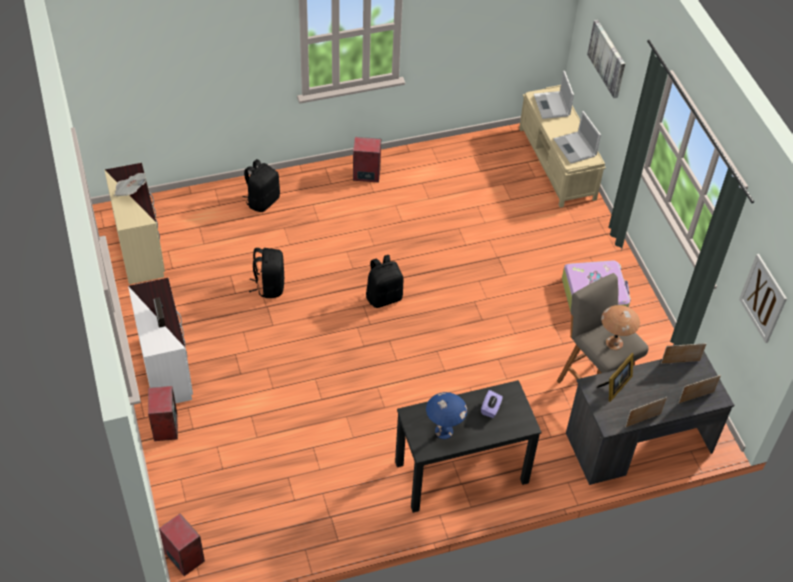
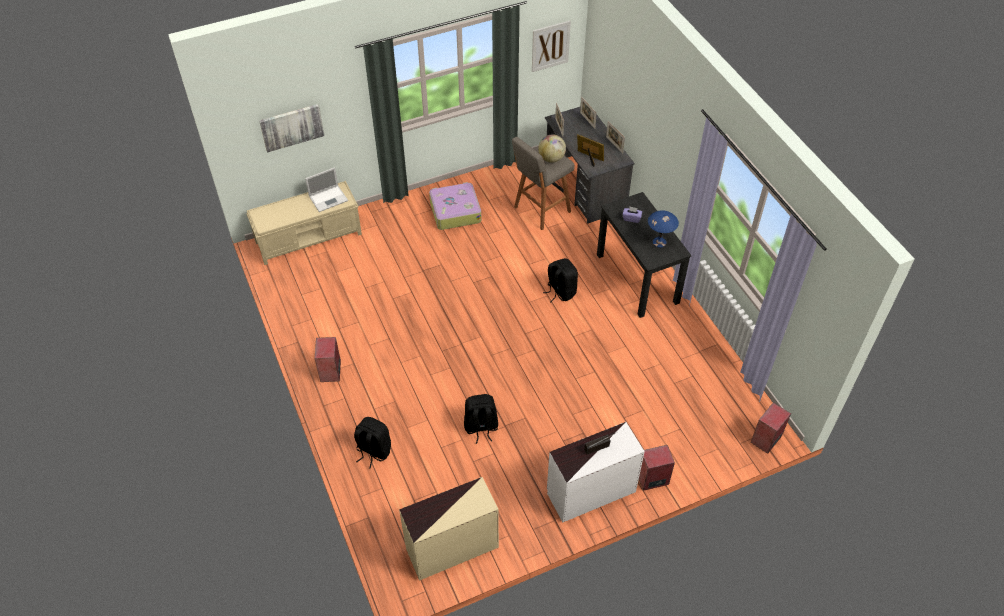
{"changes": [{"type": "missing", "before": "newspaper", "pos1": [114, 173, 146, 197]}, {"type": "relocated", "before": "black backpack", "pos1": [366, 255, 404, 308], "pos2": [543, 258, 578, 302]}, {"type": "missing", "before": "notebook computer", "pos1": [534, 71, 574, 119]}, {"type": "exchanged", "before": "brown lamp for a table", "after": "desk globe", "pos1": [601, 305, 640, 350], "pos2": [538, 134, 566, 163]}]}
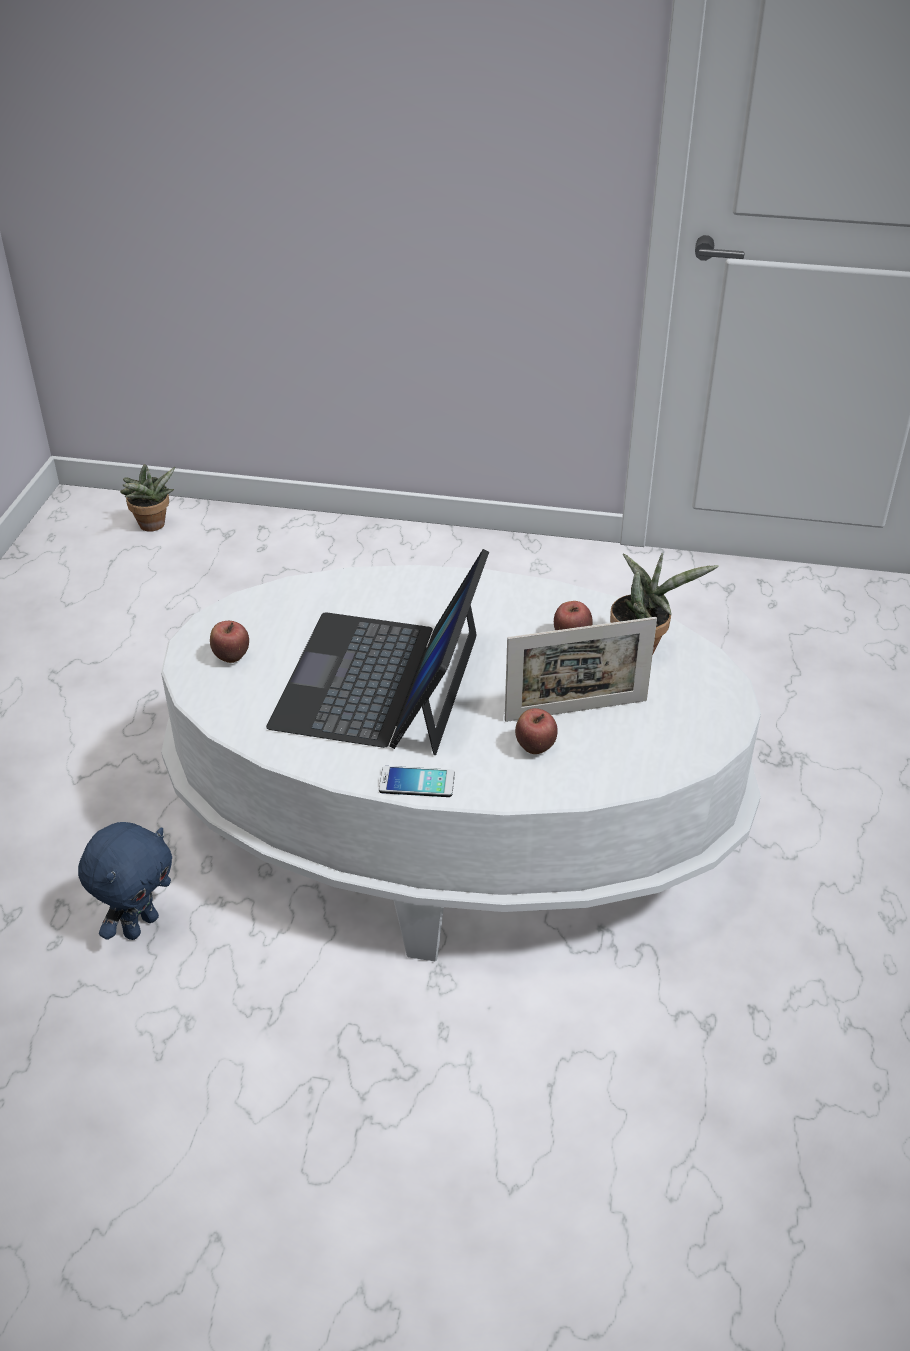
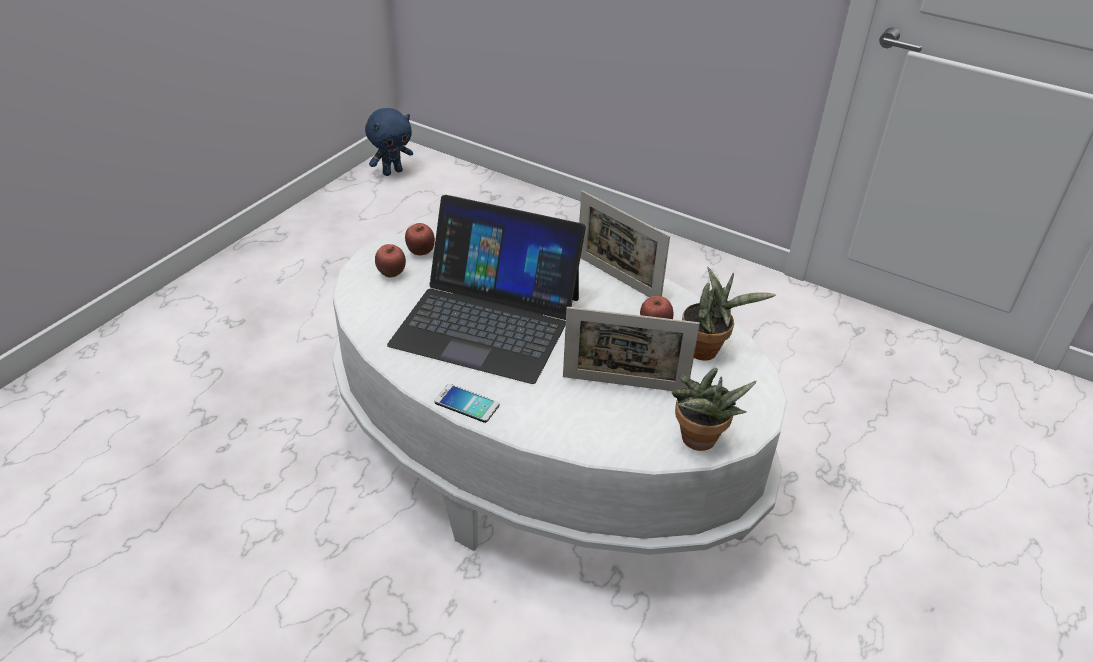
{"changes": [{"type": "relocated", "before": "blue soft toy", "pos1": [78, 822, 172, 940], "pos2": [365, 108, 413, 176]}, {"type": "relocated", "before": "plant in a pot", "pos1": [120, 464, 175, 532], "pos2": [671, 368, 756, 451]}, {"type": "spun", "before": "notebook computer", "pos1": [266, 549, 489, 755], "pos2": [387, 195, 586, 384], "turn": -105}, {"type": "relocated", "before": "whole apple", "pos1": [515, 708, 558, 754], "pos2": [405, 223, 435, 256]}, {"type": "appeared", "after": "picture frame", "pos2": [579, 190, 670, 297]}]}
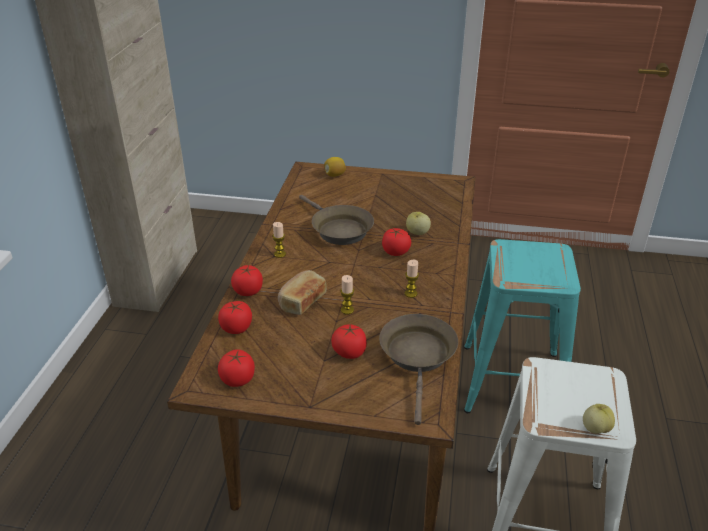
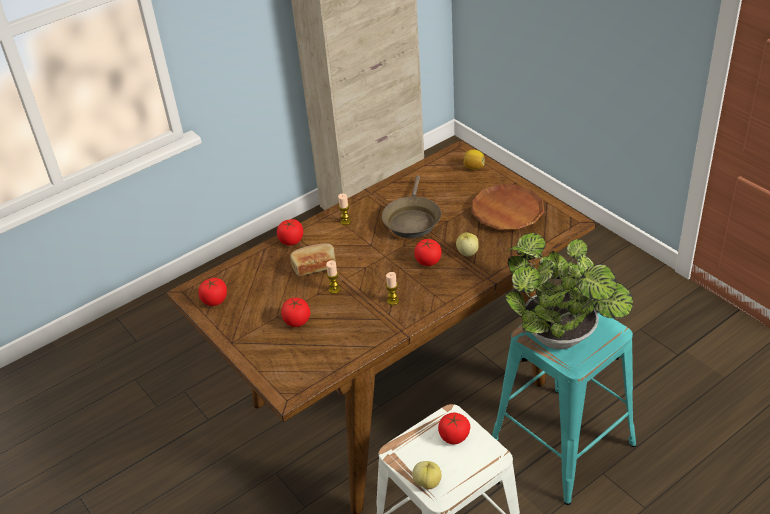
{"changes": [{"type": "relocated", "before": "tomato", "pos1": [218, 301, 252, 334], "pos2": [438, 413, 470, 444]}, {"type": "missing", "before": "brown frying pan", "pos1": [379, 314, 458, 425]}, {"type": "appeared", "after": "brown flat dish", "pos2": [471, 184, 544, 230]}, {"type": "appeared", "after": "plant in a pot", "pos2": [505, 233, 633, 349]}]}
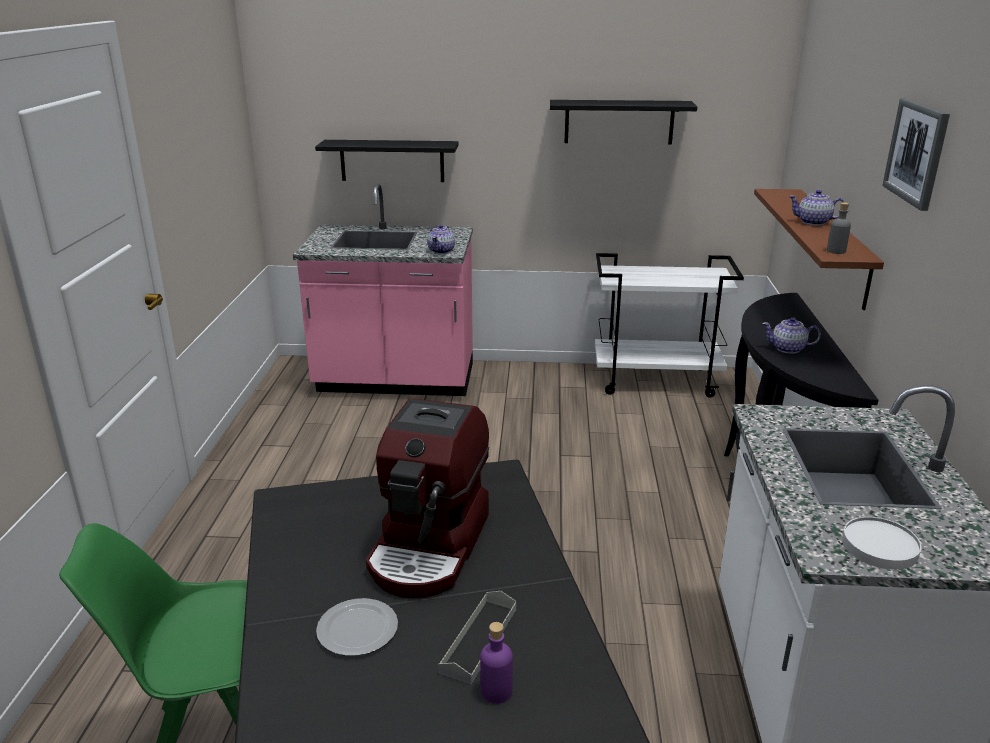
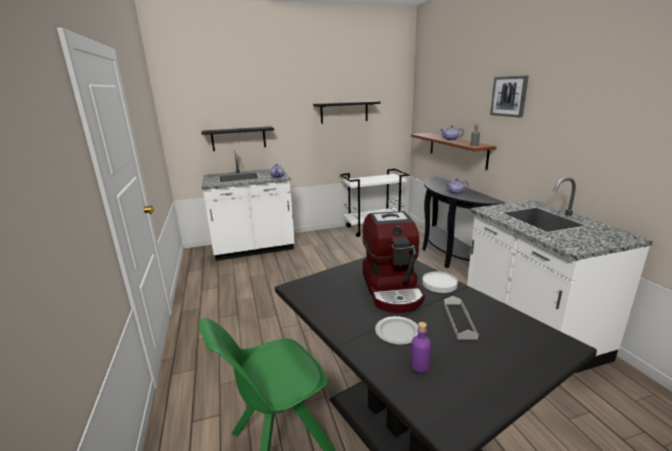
{"changes": [{"type": "colour", "before": "pink-coloured counter", "after": "white counter", "pos1": [293, 184, 473, 396], "pos2": [202, 150, 295, 261]}, {"type": "relocated", "before": "purple bottle", "pos1": [480, 622, 513, 704], "pos2": [411, 322, 431, 372]}, {"type": "relocated", "before": "white flat dish", "pos1": [842, 517, 921, 570], "pos2": [422, 272, 458, 293]}]}
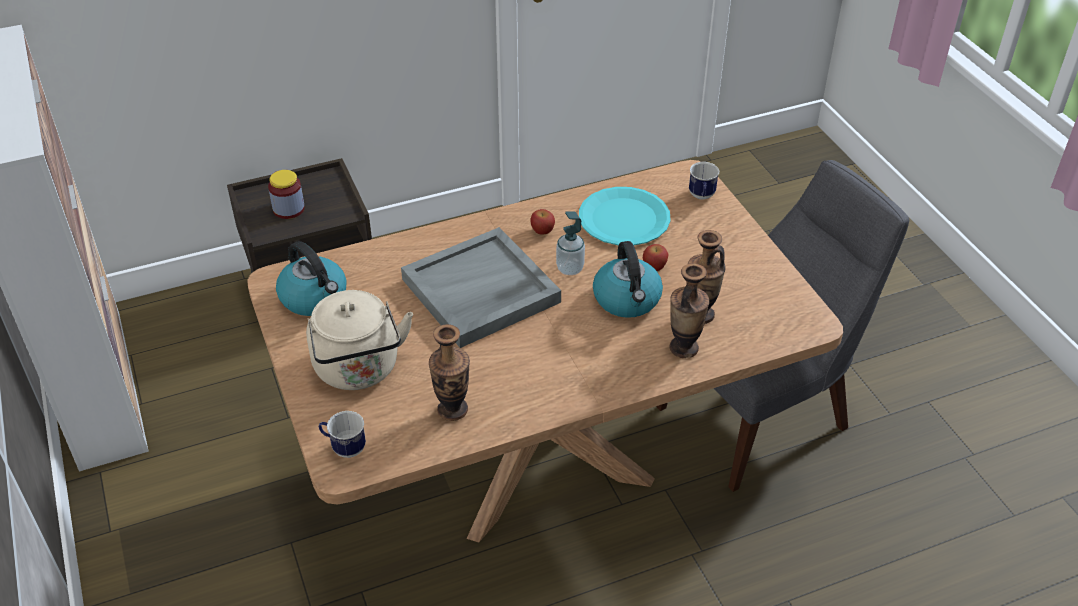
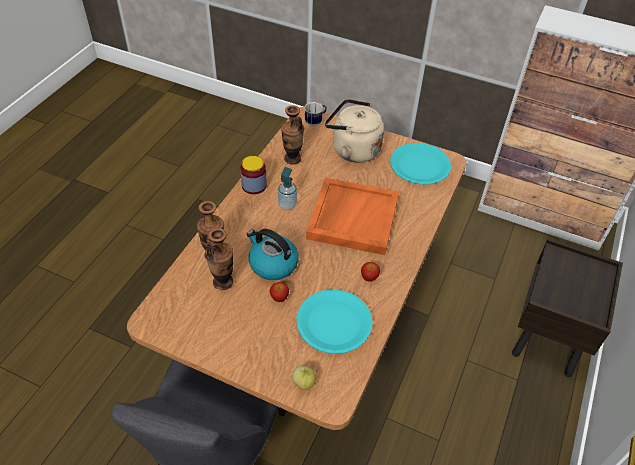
{"changes": [{"type": "relocated", "before": "storage jar", "pos1": [268, 170, 305, 219], "pos2": [240, 156, 267, 194]}, {"type": "exchanged", "before": "kettle", "after": "turquoise-coloured flat dish", "pos1": [276, 241, 346, 316], "pos2": [390, 143, 451, 185]}, {"type": "colour", "before": "greyish tray", "after": "orangey tray", "pos1": [401, 227, 561, 348], "pos2": [306, 178, 399, 255]}, {"type": "relocated", "before": "soap bottle", "pos1": [556, 211, 585, 275], "pos2": [278, 167, 297, 210]}, {"type": "exchanged", "before": "coffee mug", "after": "whole apple", "pos1": [689, 162, 719, 199], "pos2": [292, 366, 316, 390]}]}
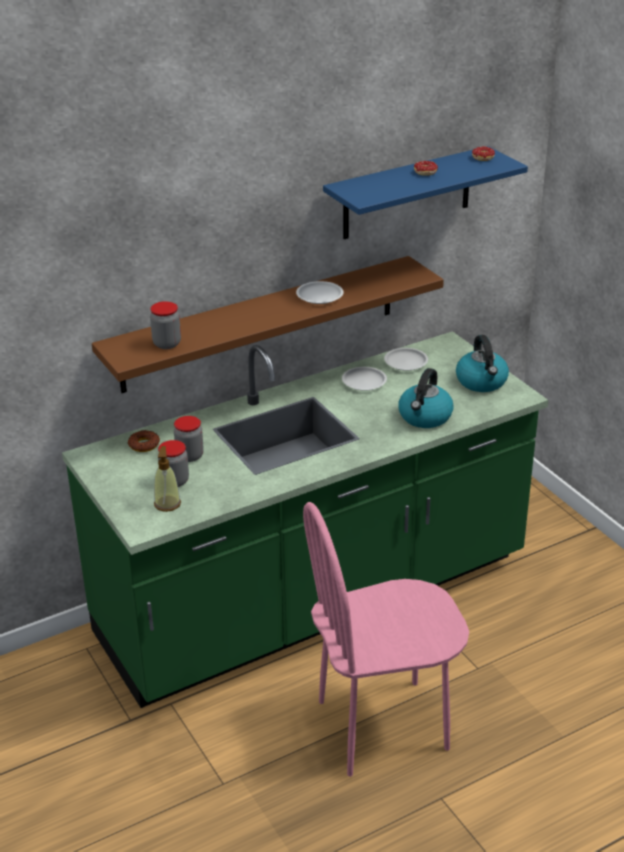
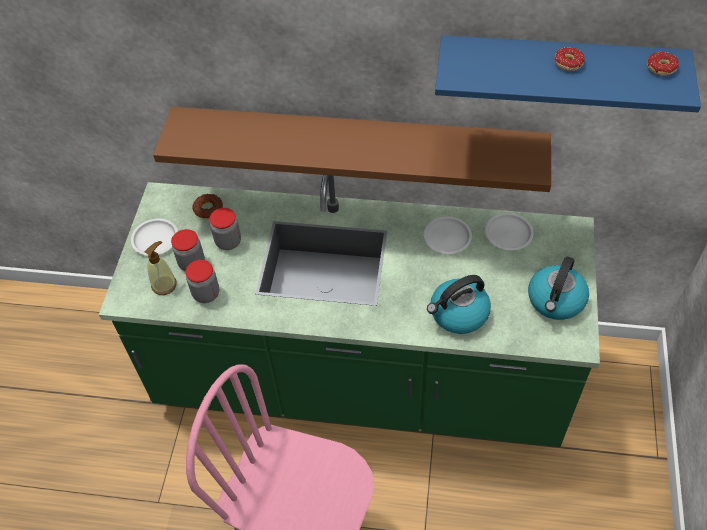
{"changes": [{"type": "relocated", "before": "storage jar", "pos1": [150, 301, 181, 349], "pos2": [185, 260, 219, 303]}, {"type": "relocated", "before": "white flat dish", "pos1": [296, 281, 344, 304], "pos2": [131, 219, 178, 256]}]}
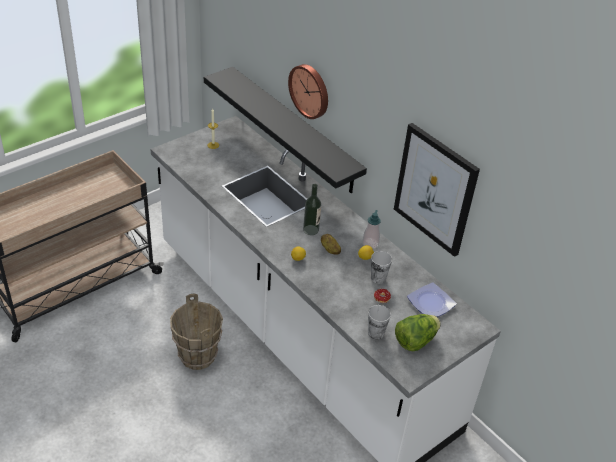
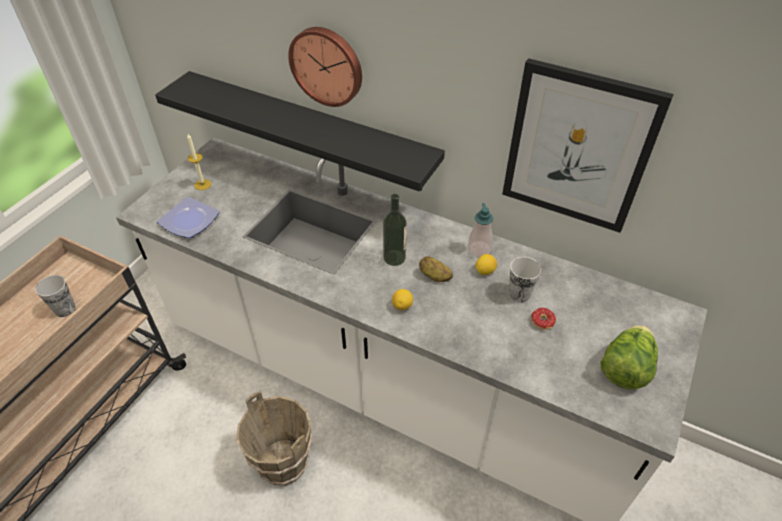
{"changes": [{"type": "relocated", "before": "small cup", "pos1": [368, 305, 391, 340], "pos2": [35, 275, 76, 317]}, {"type": "relocated", "before": "flat dish", "pos1": [407, 282, 457, 317], "pos2": [157, 197, 220, 238]}]}
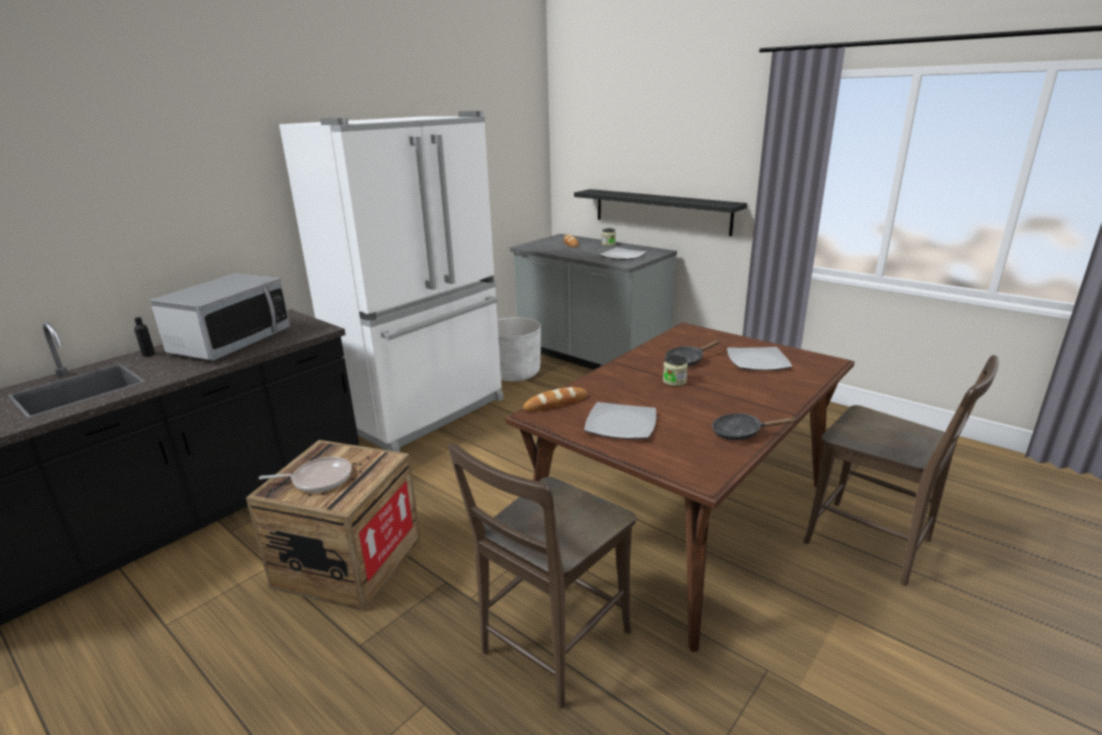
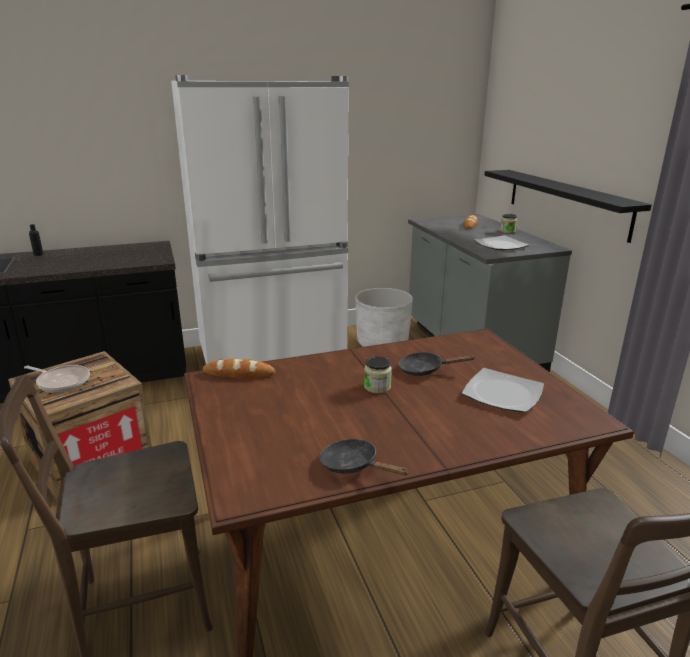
{"changes": [{"type": "missing", "before": "kitchen microwave", "pos1": [150, 273, 290, 361]}, {"type": "missing", "before": "flat dish", "pos1": [584, 402, 656, 439]}]}
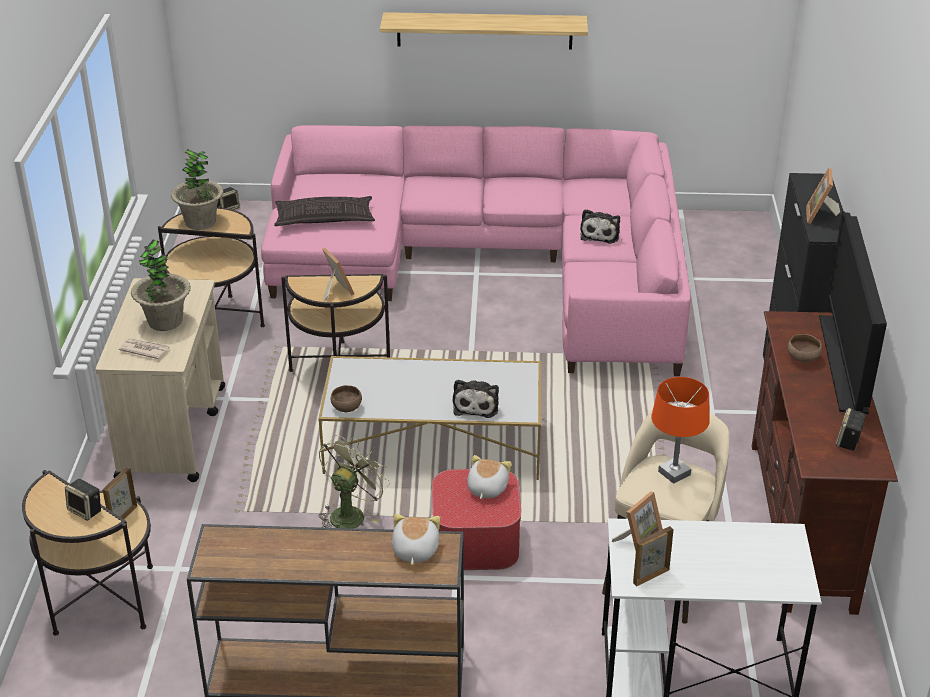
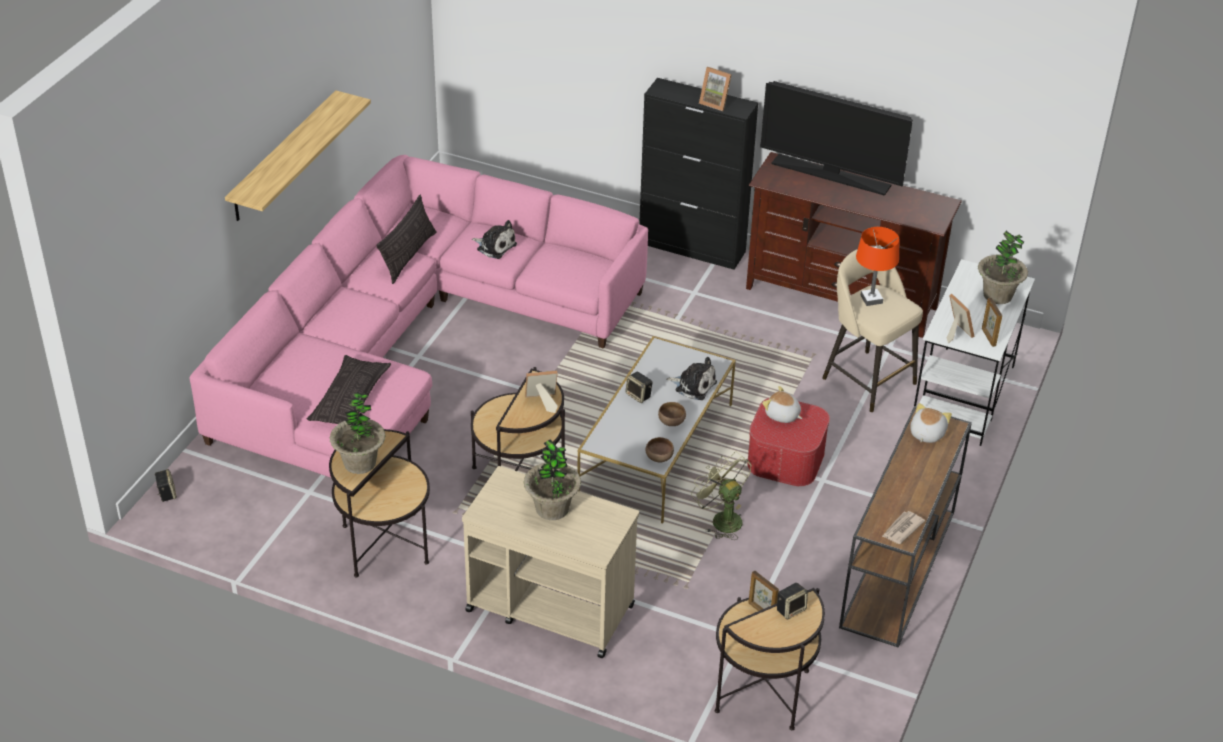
{"changes": [{"type": "relocated", "before": "newspaper", "pos1": [119, 338, 169, 359], "pos2": [882, 511, 925, 544]}, {"type": "spun", "before": "soft toy", "pos1": [392, 514, 440, 565], "pos2": [911, 403, 952, 443], "turn": 90}, {"type": "relocated", "before": "brown bowl", "pos1": [787, 334, 822, 362], "pos2": [658, 402, 686, 426]}, {"type": "relocated", "before": "loudspeaker", "pos1": [835, 408, 866, 451], "pos2": [625, 371, 652, 403]}, {"type": "appeared", "after": "pillow", "pos2": [376, 195, 437, 284]}, {"type": "appeared", "after": "plant in a pot", "pos2": [978, 231, 1028, 304]}]}
